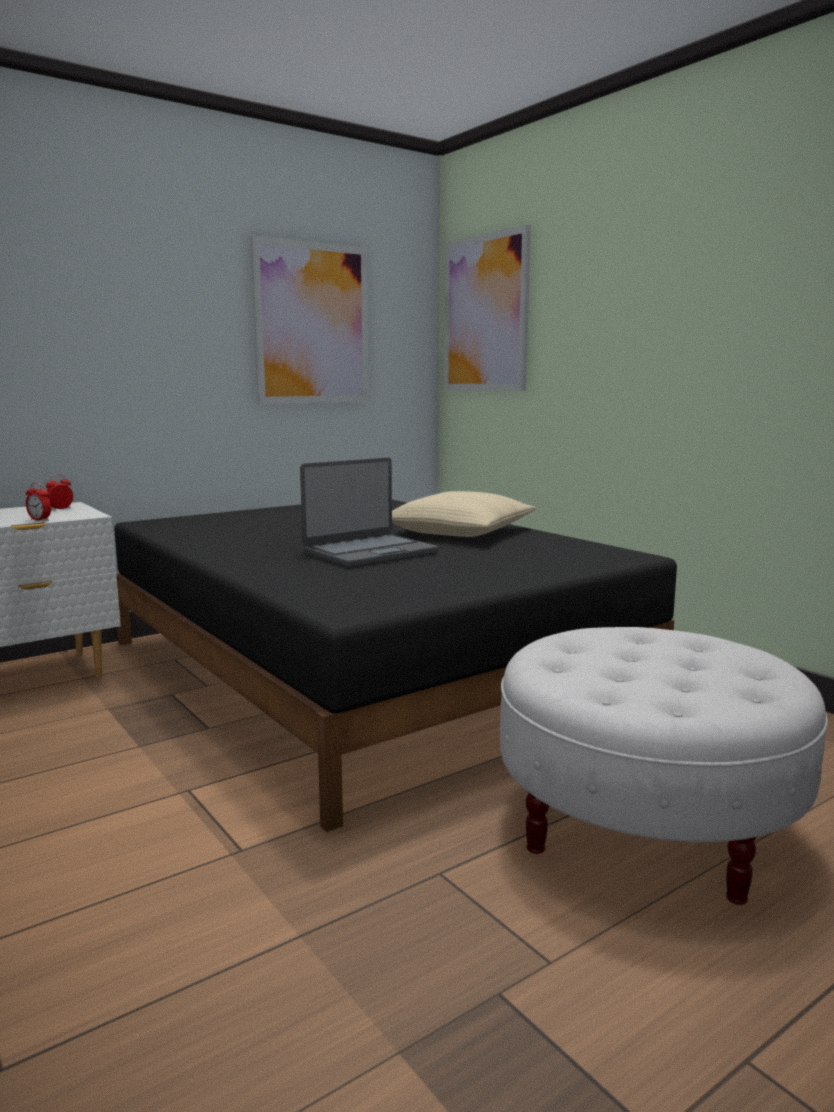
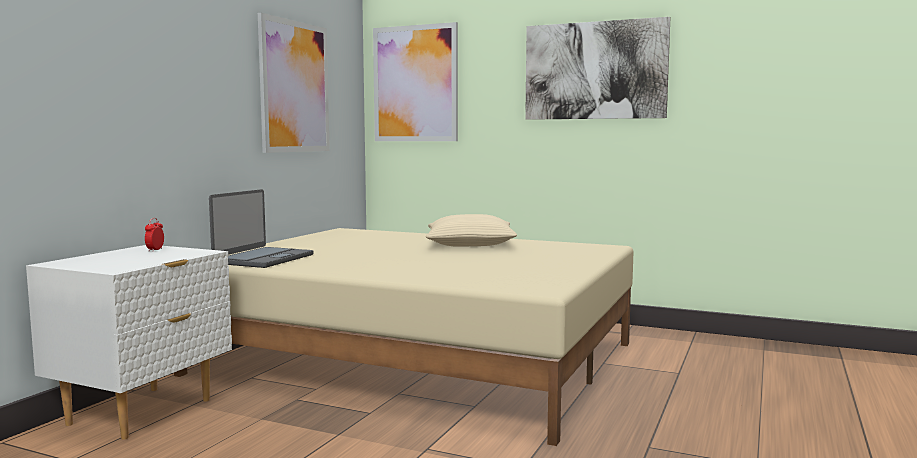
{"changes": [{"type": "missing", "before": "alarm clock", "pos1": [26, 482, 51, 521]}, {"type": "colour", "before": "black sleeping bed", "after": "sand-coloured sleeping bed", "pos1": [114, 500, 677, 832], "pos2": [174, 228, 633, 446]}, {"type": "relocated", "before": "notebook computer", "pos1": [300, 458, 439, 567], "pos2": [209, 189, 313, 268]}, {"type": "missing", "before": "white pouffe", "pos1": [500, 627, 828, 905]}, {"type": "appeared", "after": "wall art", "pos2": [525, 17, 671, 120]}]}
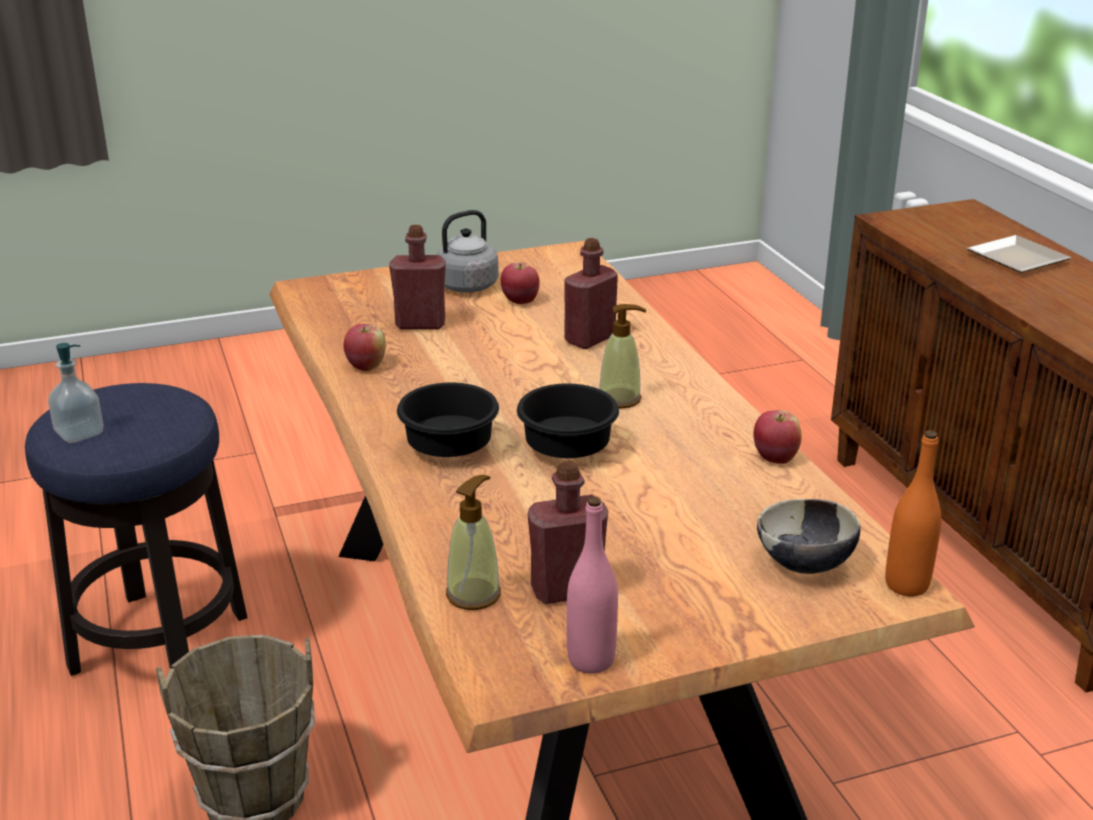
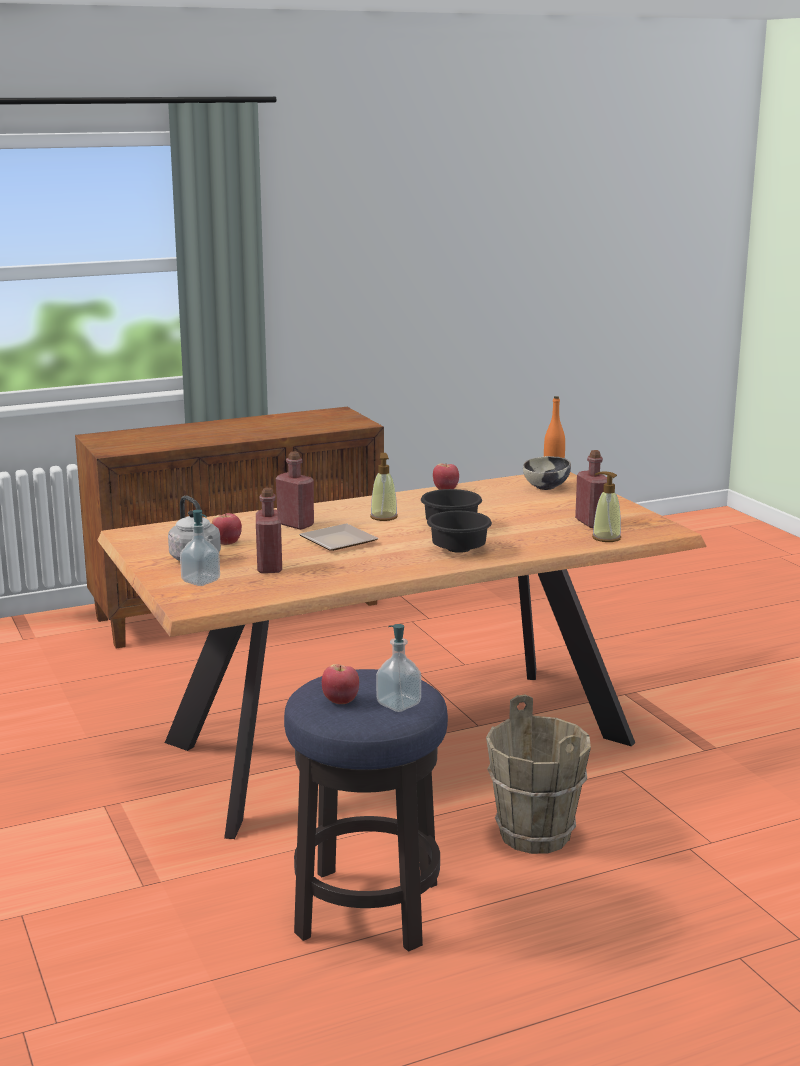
{"changes": [{"type": "relocated", "before": "whole apple", "pos1": [344, 324, 386, 371], "pos2": [322, 664, 359, 704]}, {"type": "missing", "before": "pink-coloured bottle", "pos1": [567, 497, 618, 674]}, {"type": "relocated", "before": "flat dish", "pos1": [967, 235, 1071, 273], "pos2": [299, 524, 379, 551]}, {"type": "appeared", "after": "soap bottle", "pos2": [180, 510, 220, 586]}]}
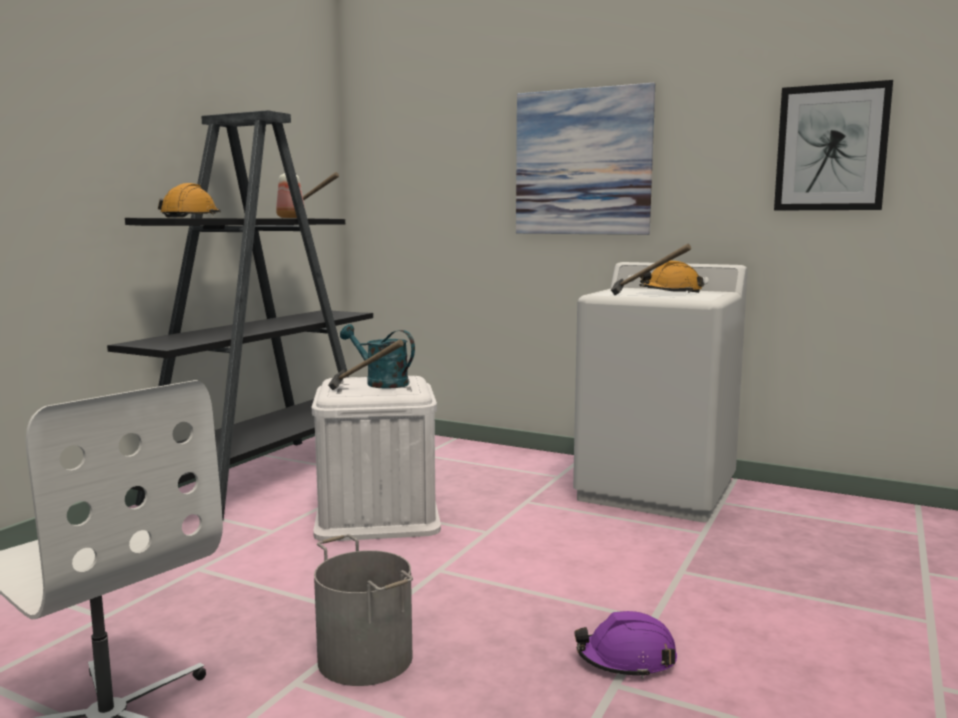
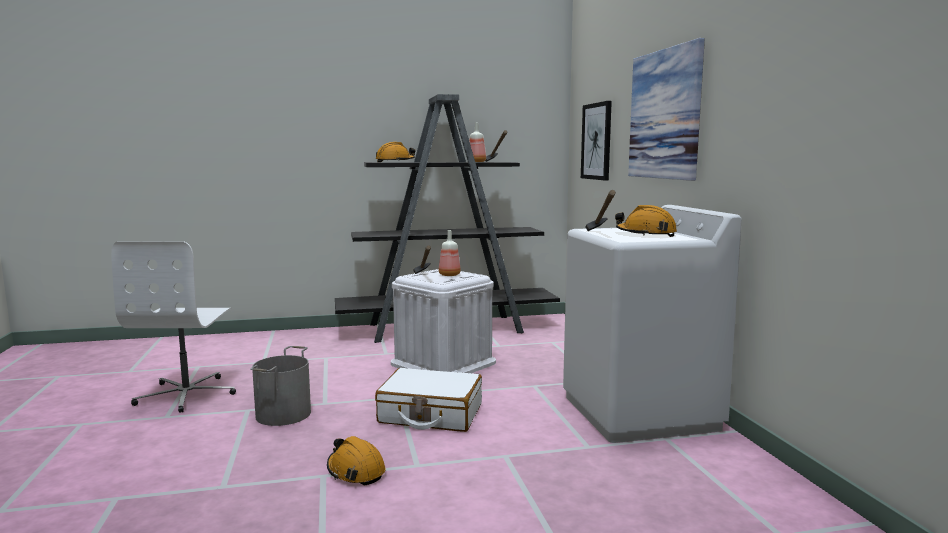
{"changes": [{"type": "exchanged", "before": "turquoise-coloured sprinkling can", "after": "bottle", "pos1": [340, 324, 415, 389], "pos2": [439, 230, 461, 276]}, {"type": "colour", "before": "purple work helmet", "after": "orangey work helmet", "pos1": [574, 611, 677, 679], "pos2": [327, 436, 386, 485]}, {"type": "relocated", "before": "wall art", "pos1": [774, 80, 893, 210], "pos2": [581, 101, 612, 180]}, {"type": "appeared", "after": "white travel case", "pos2": [375, 368, 482, 432]}]}
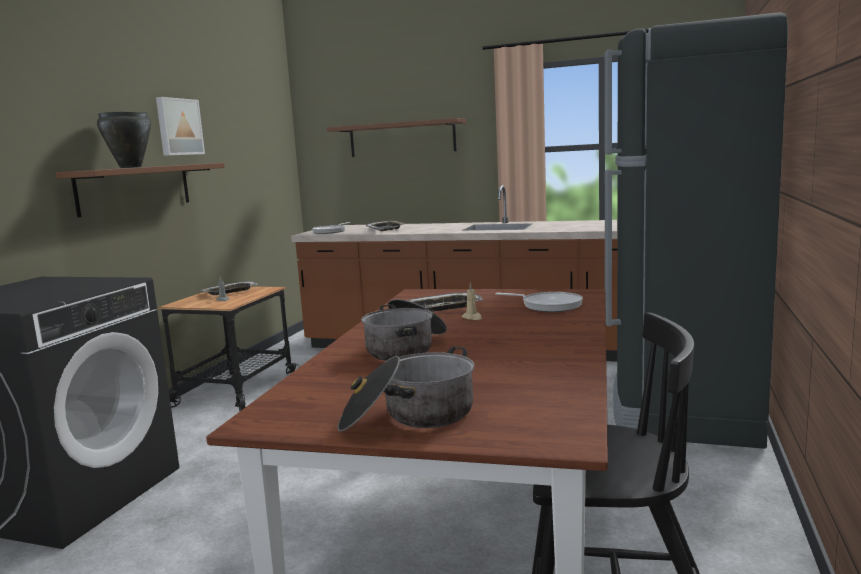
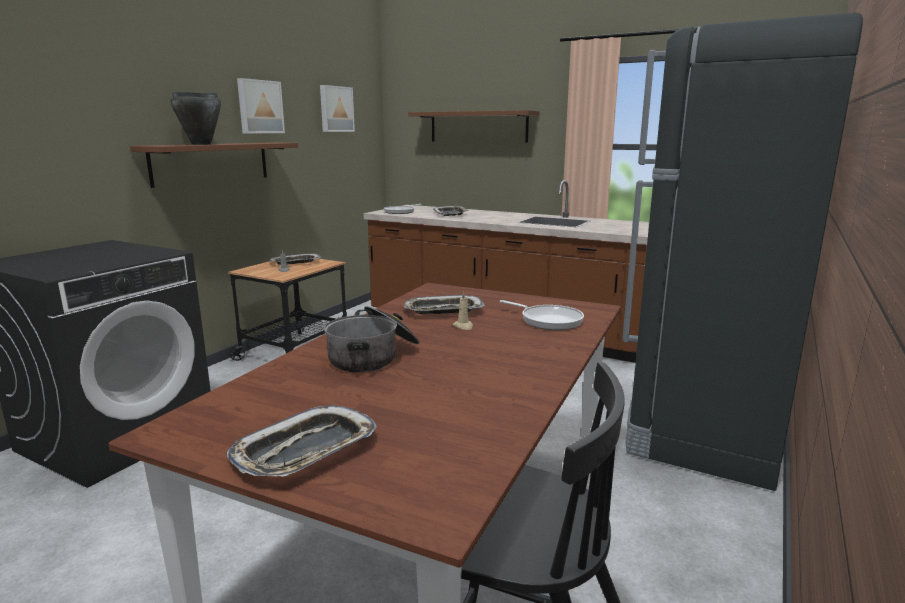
{"changes": [{"type": "exchanged", "before": "cooking pot", "after": "tray", "pos1": [338, 346, 474, 432], "pos2": [227, 405, 377, 476]}, {"type": "appeared", "after": "wall art", "pos2": [320, 85, 355, 132]}]}
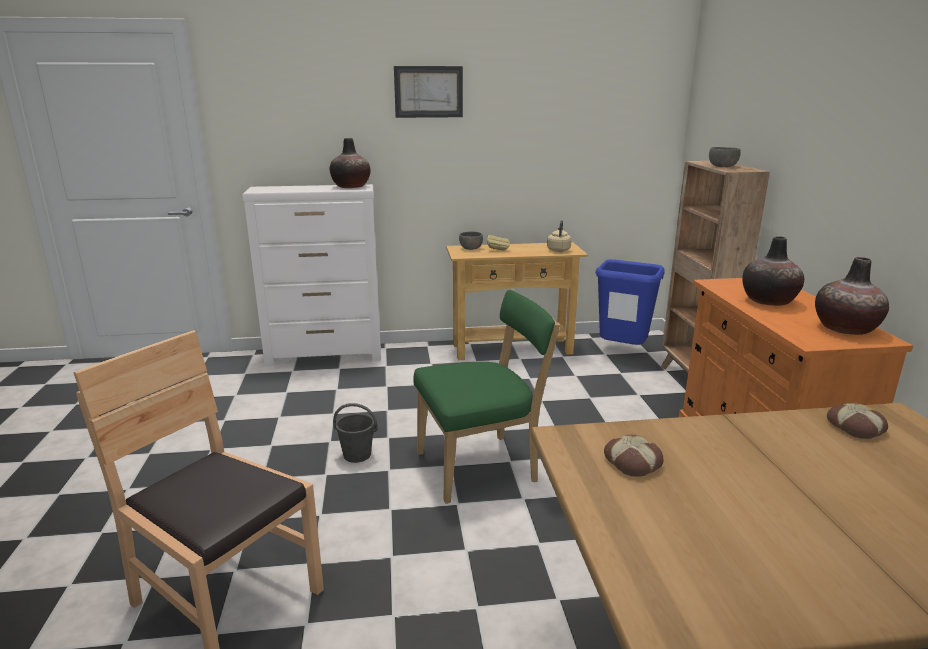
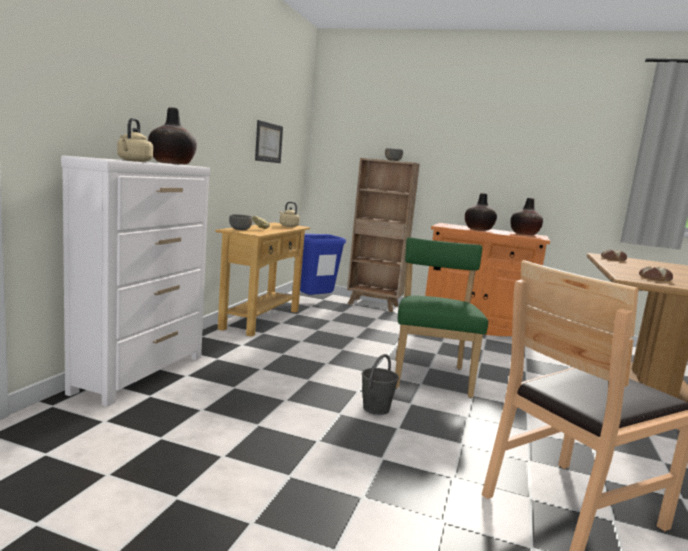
{"changes": [{"type": "relocated", "before": "wall art", "pos1": [394, 66, 463, 118], "pos2": [255, 120, 283, 163]}, {"type": "appeared", "after": "sand-coloured kettle", "pos2": [117, 118, 153, 162]}]}
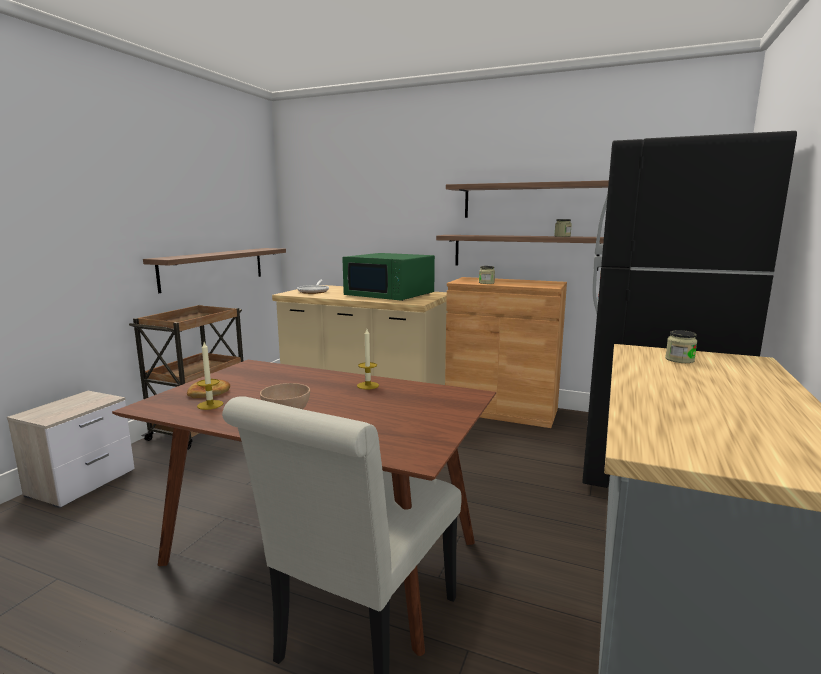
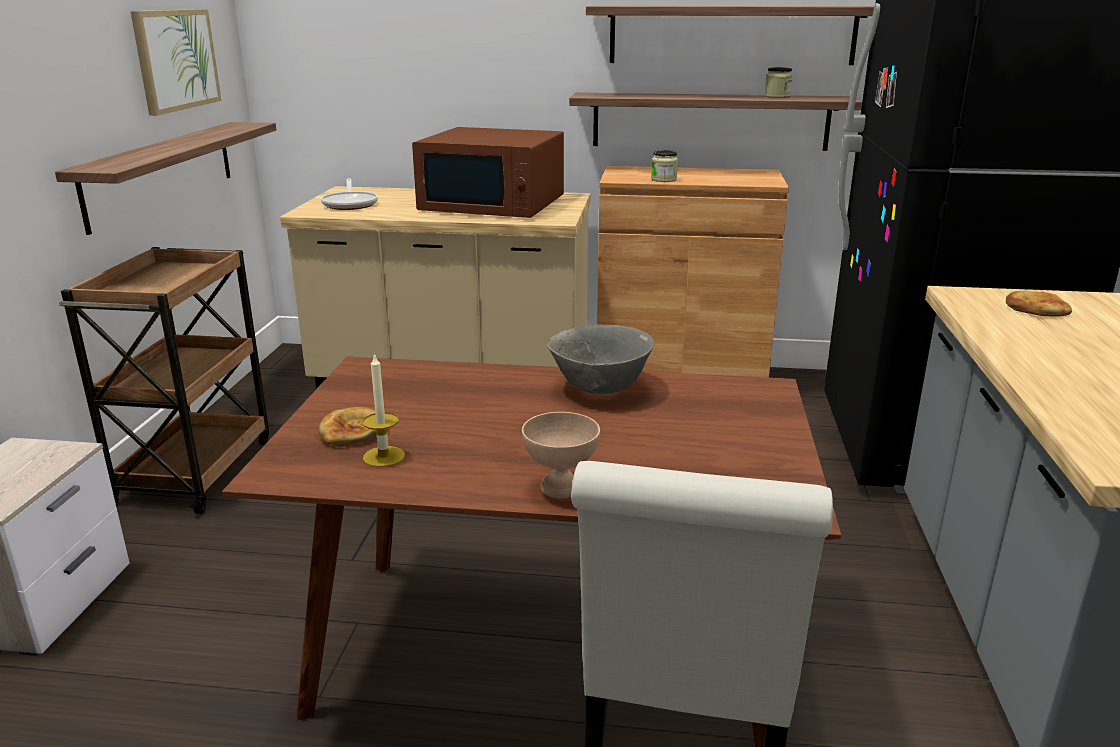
{"changes": [{"type": "colour", "before": "greenish kitchen microwave", "after": "brown kitchen microwave", "pos1": [342, 253, 435, 301], "pos2": [412, 127, 564, 218]}, {"type": "exchanged", "before": "candle", "after": "greyish bowl", "pos1": [357, 329, 379, 389], "pos2": [548, 325, 654, 394]}, {"type": "exchanged", "before": "storage jar", "after": "baked bread", "pos1": [665, 330, 697, 363], "pos2": [1006, 291, 1072, 316]}, {"type": "appeared", "after": "wall art", "pos2": [130, 9, 222, 116]}]}
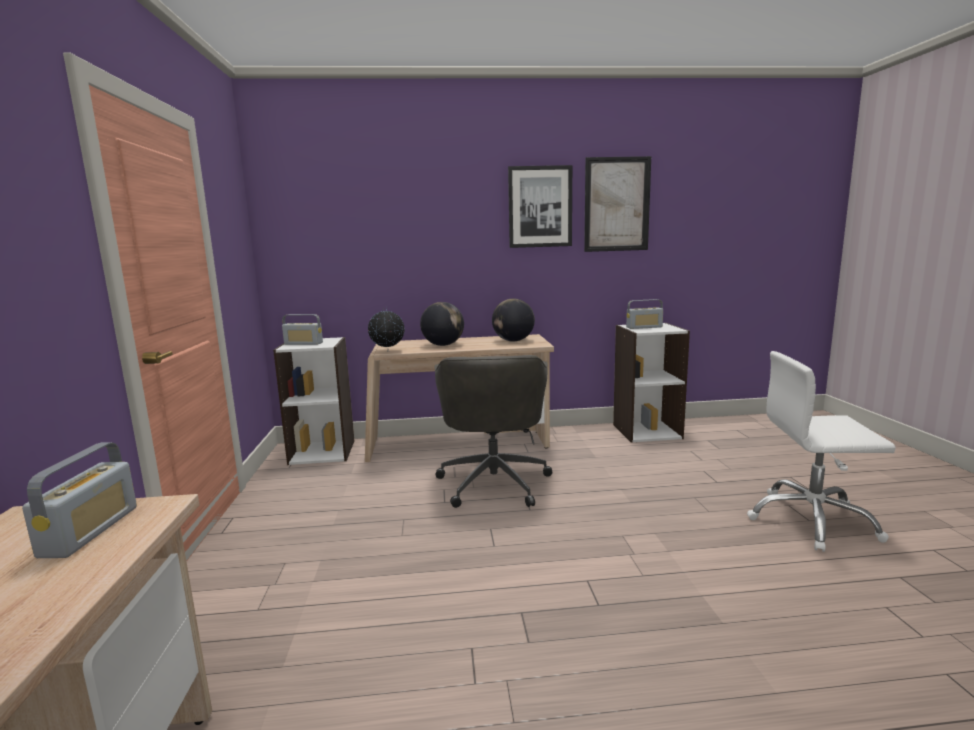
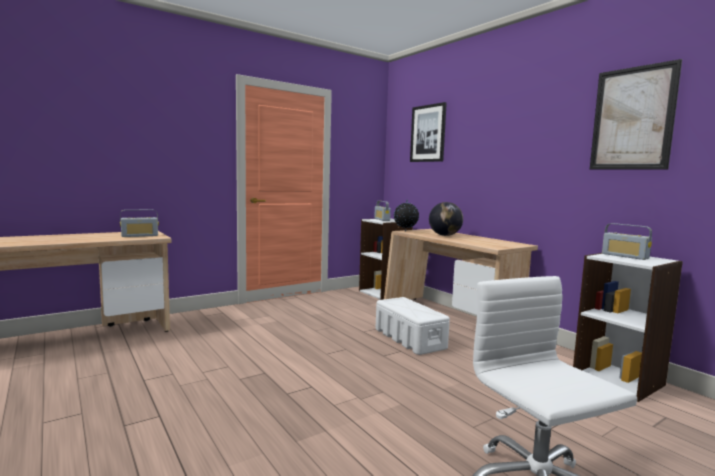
{"changes": [{"type": "exchanged", "before": "greyish computer chair", "after": "white storage box", "pos1": [434, 355, 552, 508], "pos2": [376, 297, 450, 355]}, {"type": "missing", "before": "desk globe", "pos1": [492, 299, 535, 342]}, {"type": "relocated", "before": "wall art", "pos1": [508, 165, 572, 248], "pos2": [410, 102, 447, 162]}]}
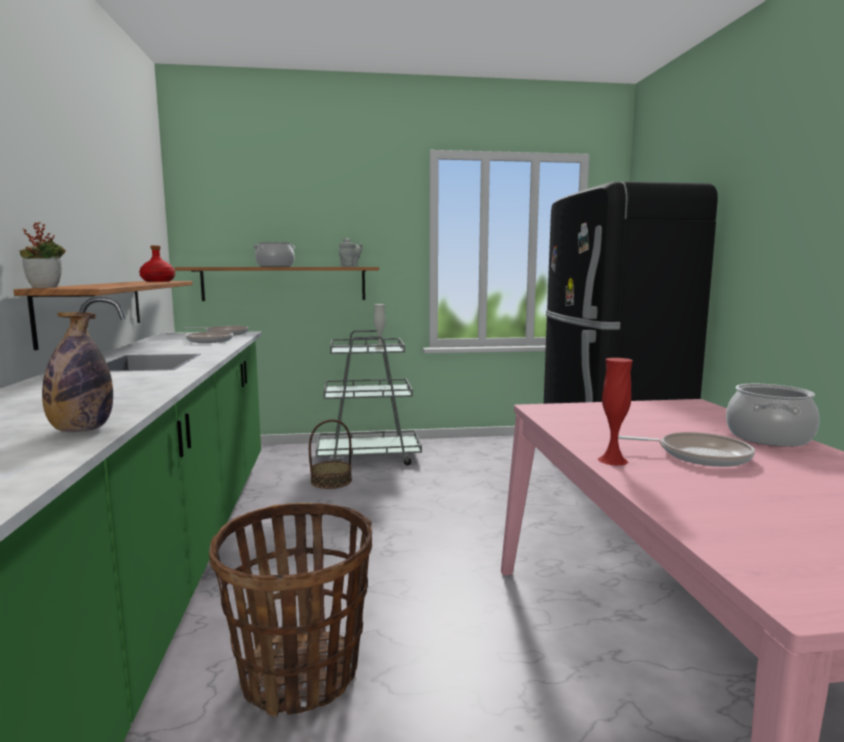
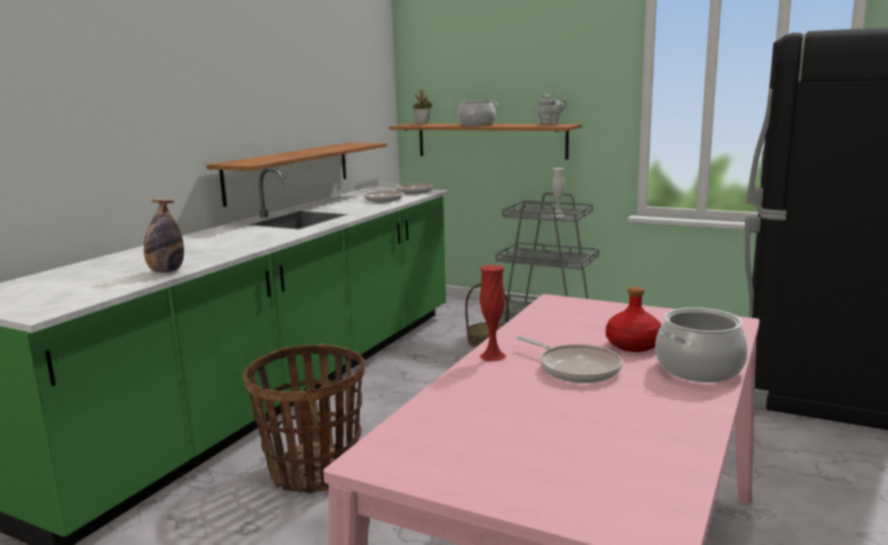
{"changes": [{"type": "relocated", "before": "plant in a pot", "pos1": [19, 222, 66, 288], "pos2": [413, 89, 433, 124]}, {"type": "relocated", "before": "red-coloured bottle", "pos1": [139, 245, 175, 282], "pos2": [606, 286, 661, 352]}]}
